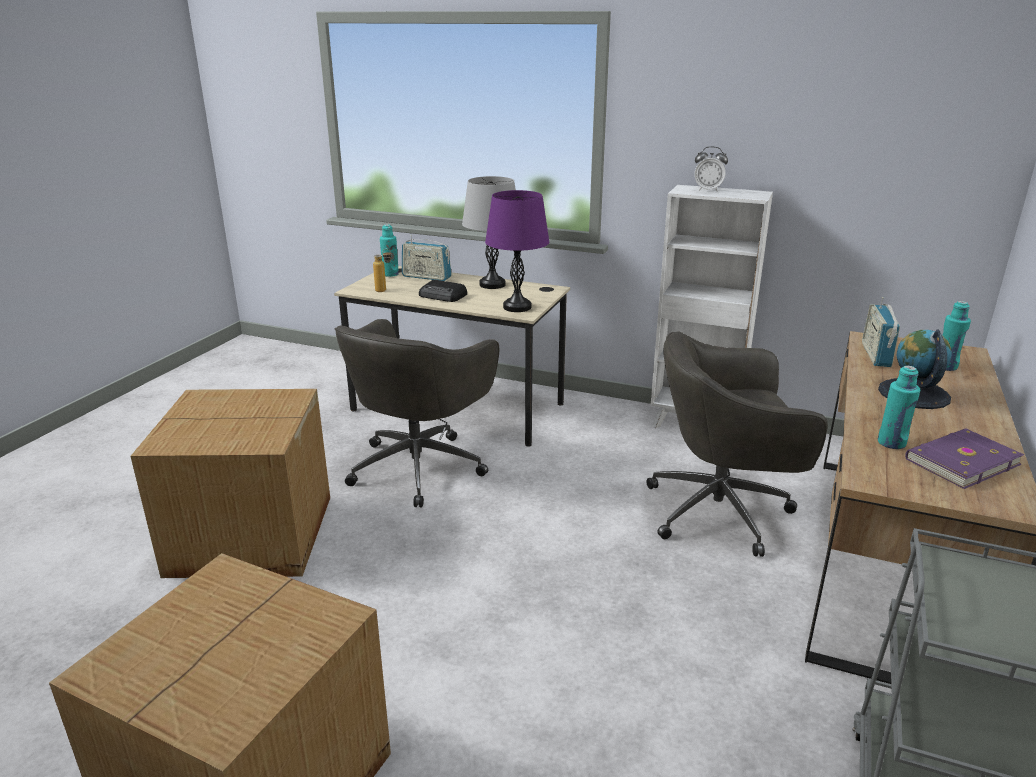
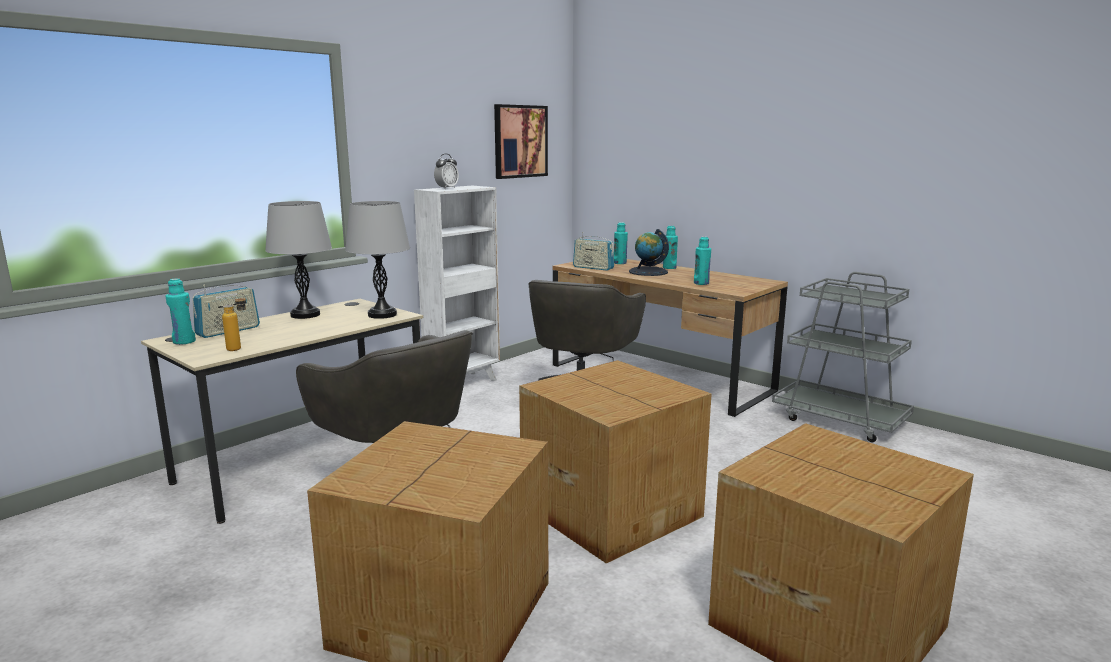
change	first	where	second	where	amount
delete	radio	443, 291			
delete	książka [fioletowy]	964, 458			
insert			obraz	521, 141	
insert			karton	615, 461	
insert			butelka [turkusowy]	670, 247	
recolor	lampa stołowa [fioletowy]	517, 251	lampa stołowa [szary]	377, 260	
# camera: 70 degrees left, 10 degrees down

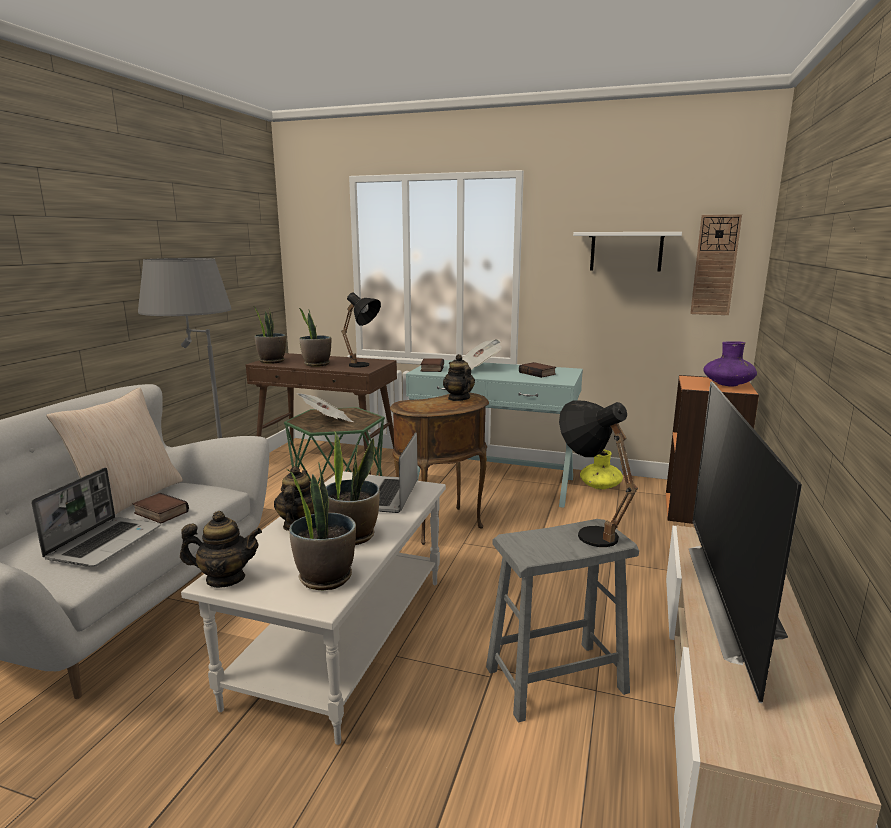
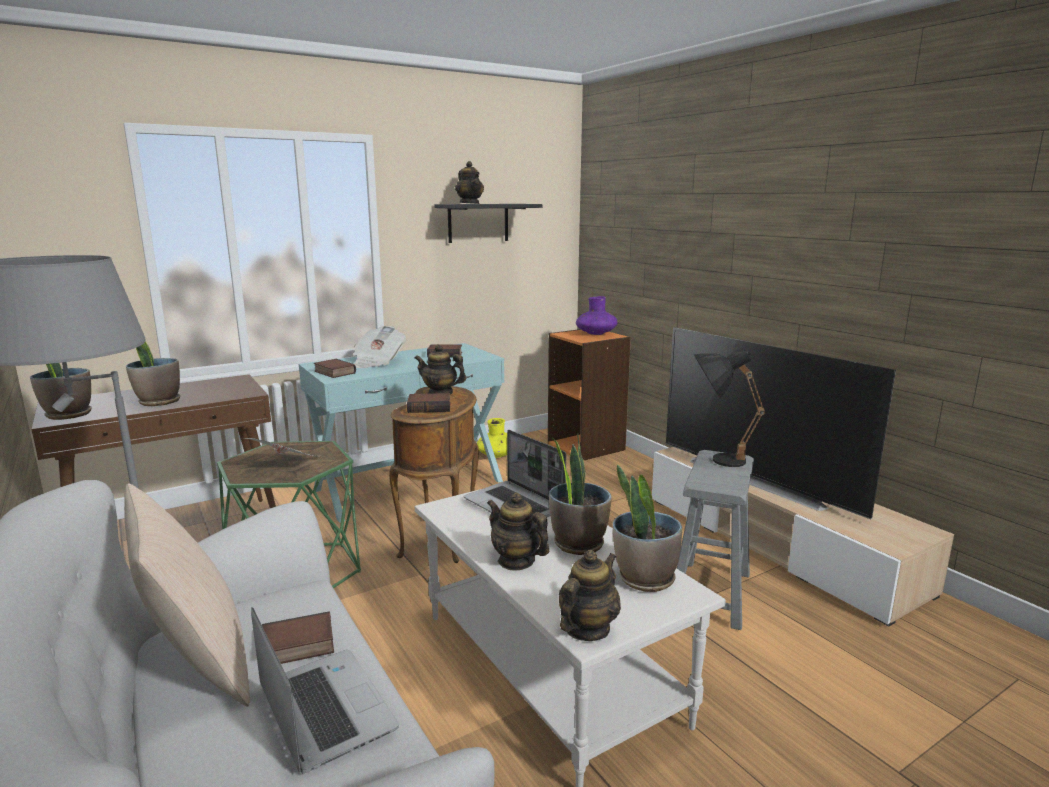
change	first	where	second	where	amount
delete	lampa stołowa [czarny]	361, 330			
delete	zegar ścienny	716, 264			
insert			książka	428, 403	
insert			imbryk	469, 182	
recolor	półka [biały]	627, 252	półka [czarny]	488, 223	
# camera: 50 degrees left, 0 degrees up

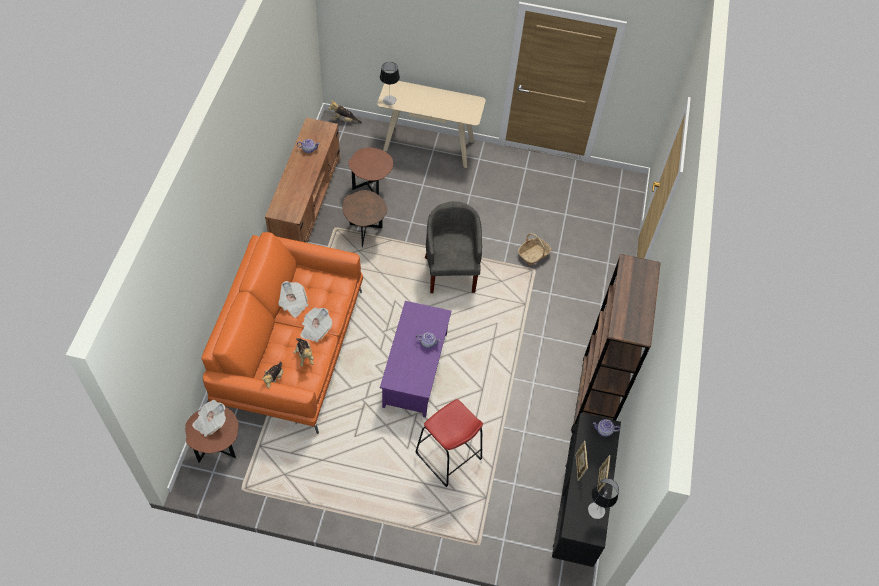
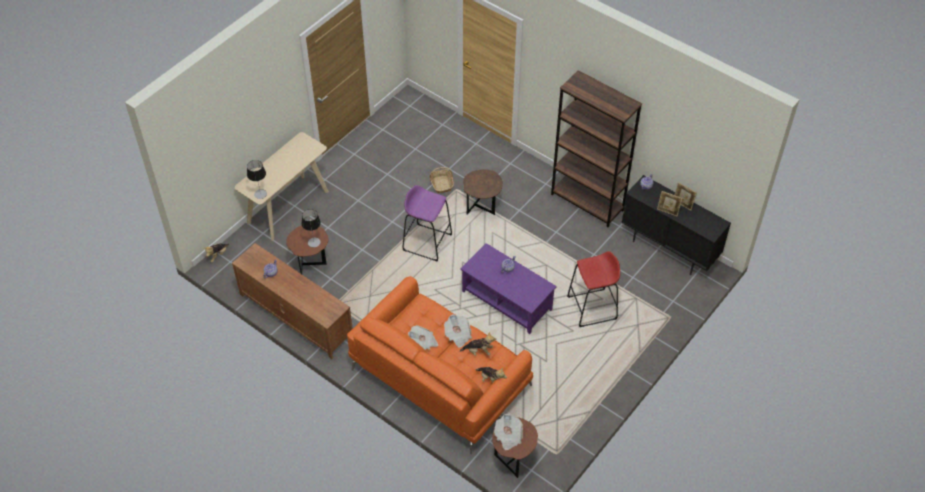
change	first	where	second	where	amount
move	stolik [brązowy]	365, 218		483, 192	
move	lampa stołowa	603, 498		311, 228	
replace	fotel [szary]	453, 247	stołek [fioletowy]	427, 223	
# camera: 60 degrees left, 5 degrees down

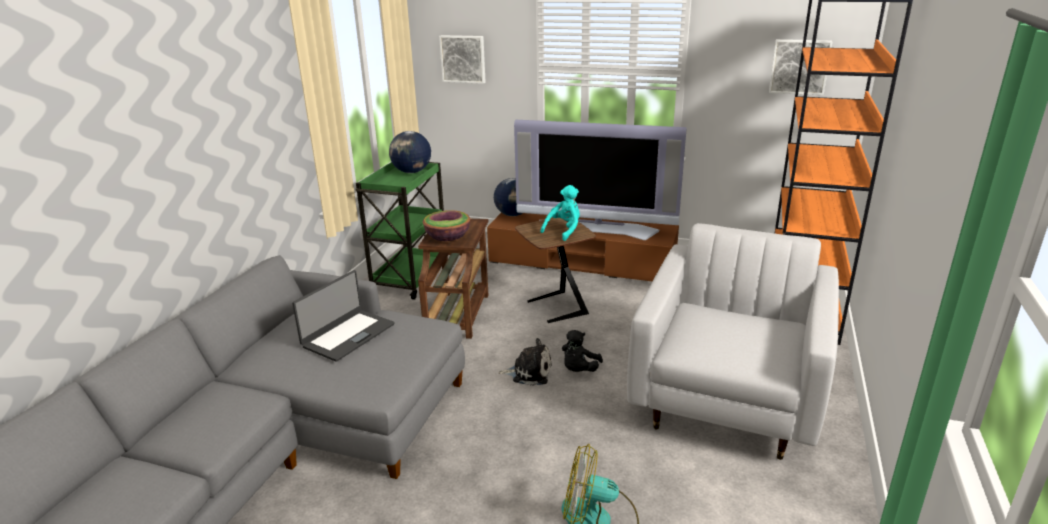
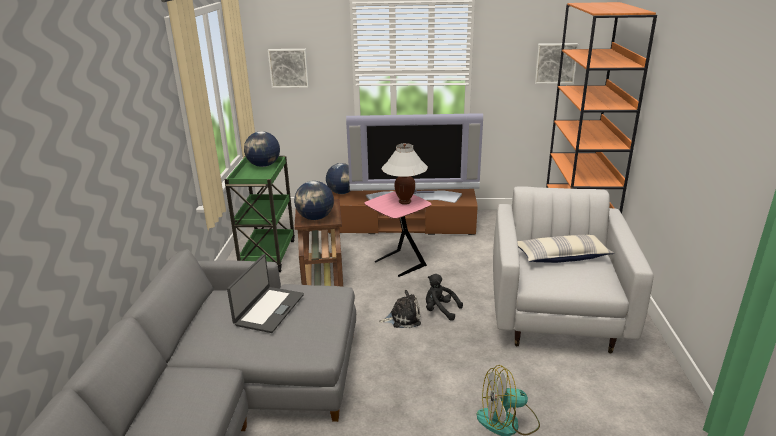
change	first	where	second	where	amount
insert			poduszka	565, 249	
replace	miska	446, 225	globus	314, 200	
replace	pluszak [turkusowy]	560, 213	lampa stołowa [biały]	405, 174	
recolor	stolik [brązowy]	555, 270	stolik [różowy]	398, 234	
rotate	pluszak [czarny]	582, 351		444, 297	105 degrees clockwise
# camera: 15 degrees left, 0 degrees up

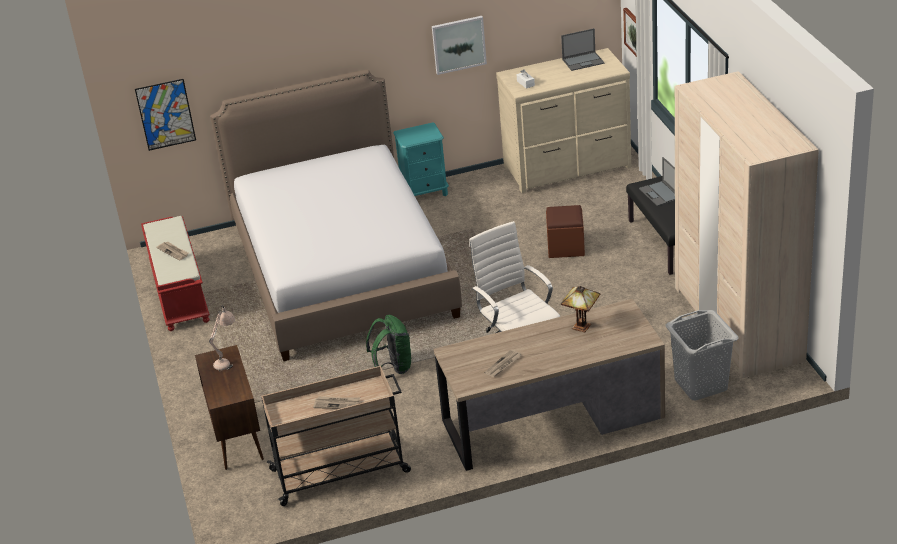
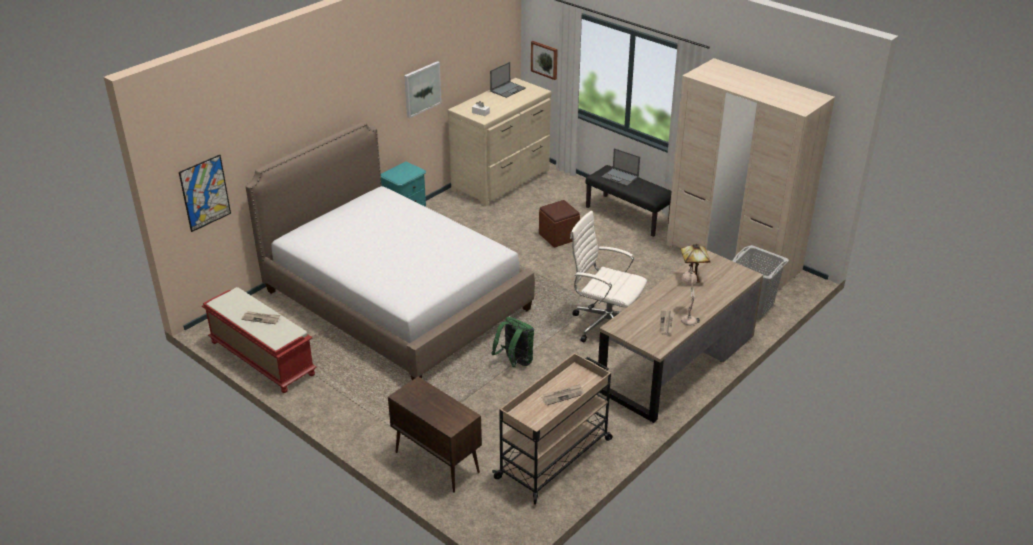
change	first	where	second	where	amount
move	lampa stołowa [beżowy]	222, 338		690, 296	
# camera: 35 degrees left, 0 degrees up

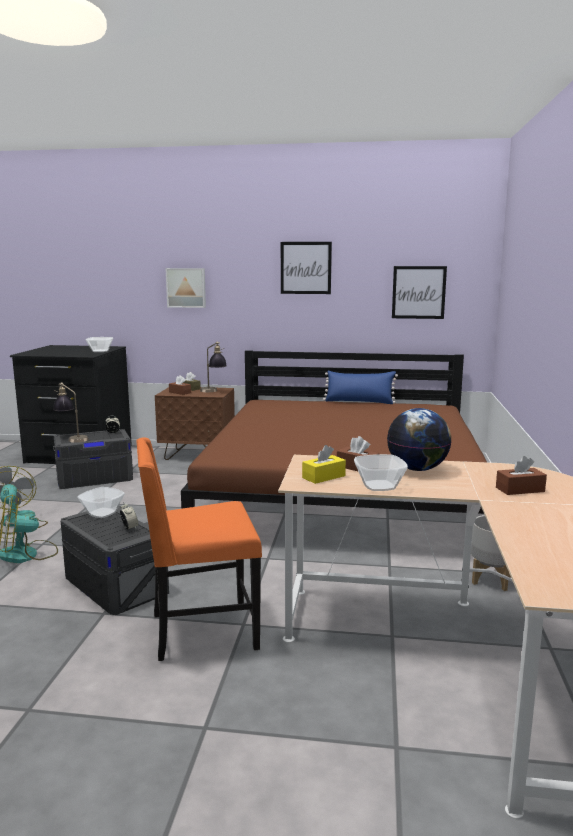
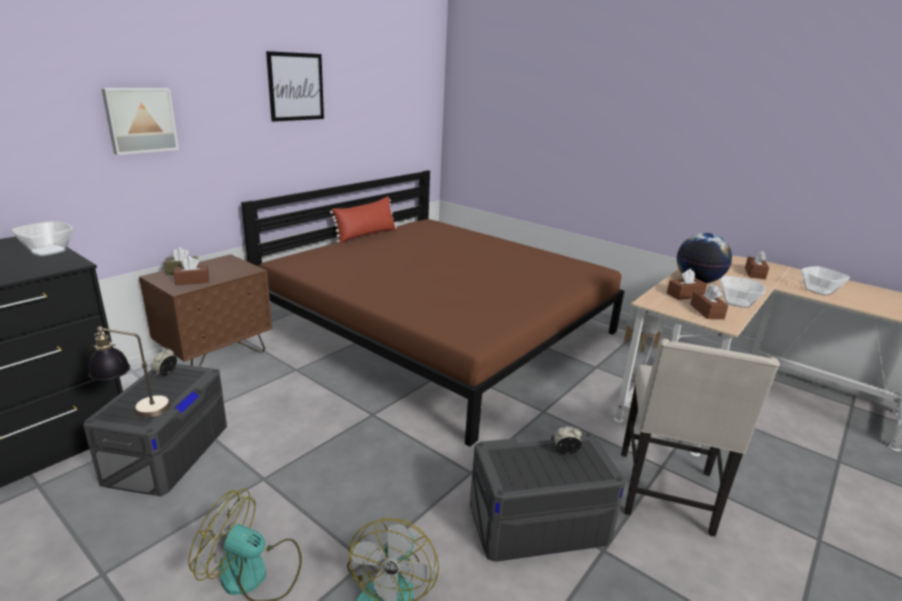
change	first	where	second	where	amount
delete	lampa stołowa	213, 367			
delete	obraz	419, 292			
move	miska	101, 502		825, 280	
recolor	krzesło [pomarańczowy]	199, 549	krzesło [beżowy]	700, 437	
recolor	pudełko chusteczek [żółty]	324, 464	pudełko chusteczek [brązowy]	709, 301	
recolor	poduszka [niebieski]	360, 387	poduszka [czerwony]	363, 219	
# camera: 60 degrees left, 10 degrees up

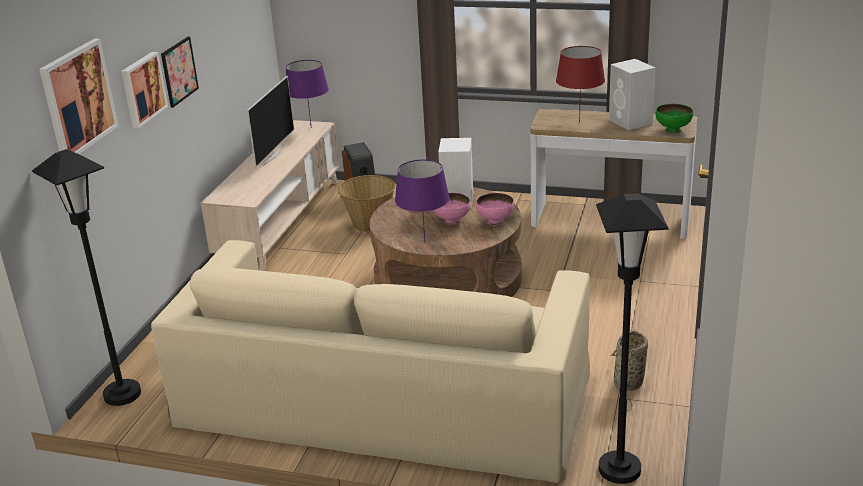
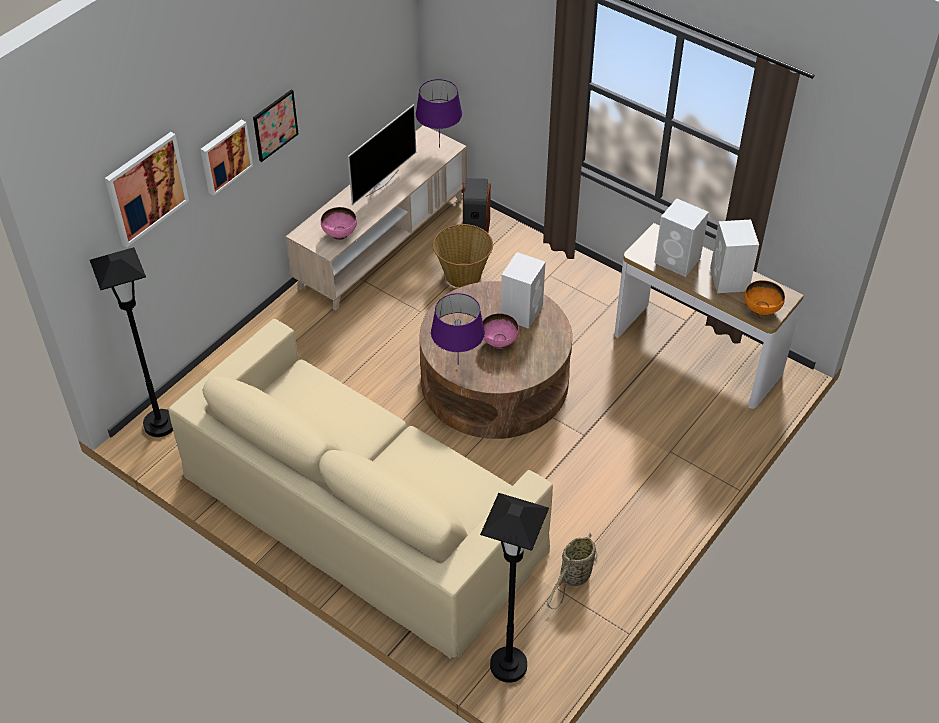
change	first	where	second	where	amount
move	miska [różowy]	495, 209		339, 223	
replace	lampa stołowa [czerwony]	580, 84	głośnik [biały]	682, 237	
recolor	miska [zielony]	674, 119	miska [pomarańczowy]	764, 298	
# camera: 20 degrees right, 20 degrees up

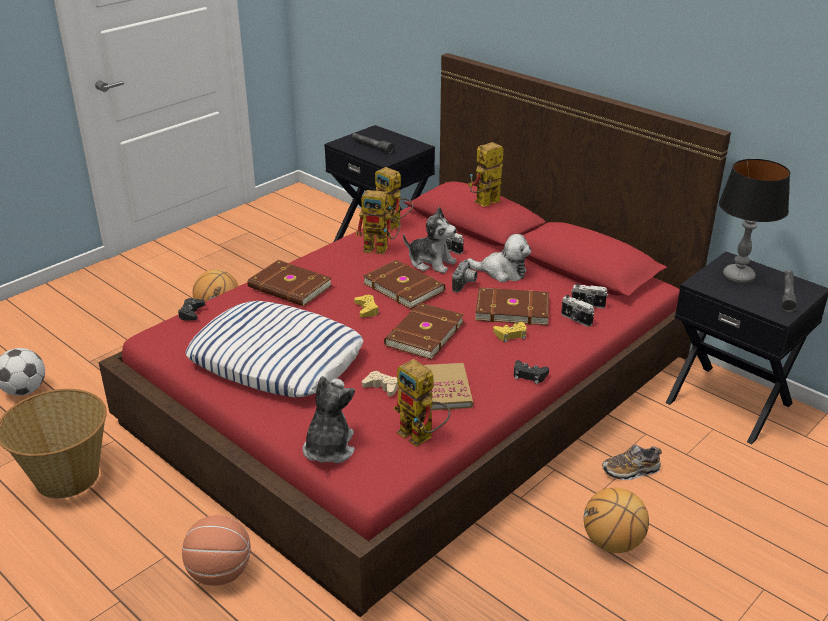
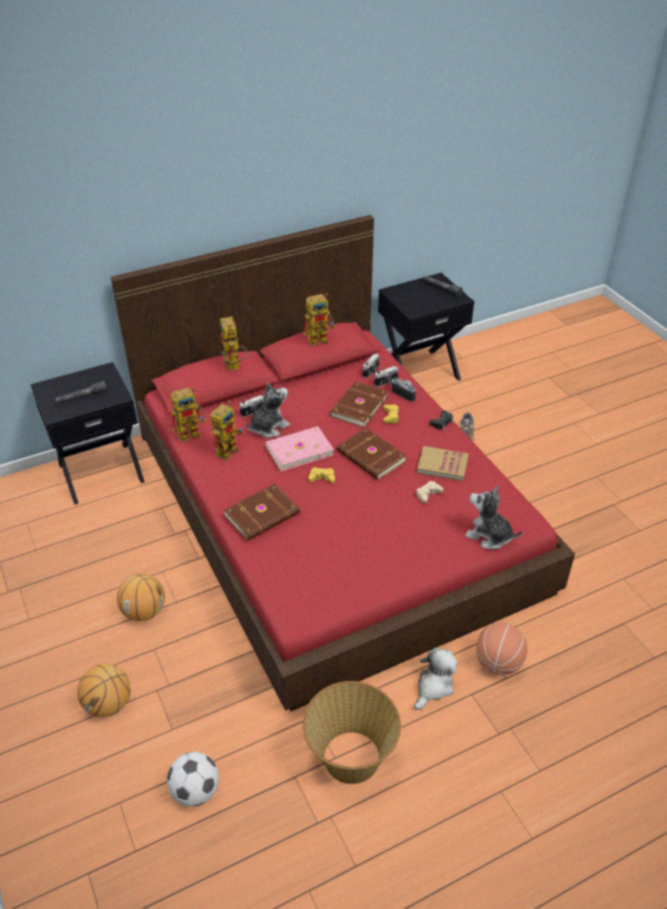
change	first	where	second	where	amount
delete	pad do gier [czarny]	191, 309			
delete	poduszka	274, 349			
delete	lampa stołowa	754, 221			
move	robot zabawkowy	422, 403		319, 319	
move	aparat fotograficzny	464, 275		404, 390	
move	pluszak	499, 258		436, 678	
move	piłka do koszykówki	616, 520		104, 690	
recolor	książka [brązowy]	404, 284	książka [różowy]	299, 448	
# camera: 70 degrees left, 10 degrees up

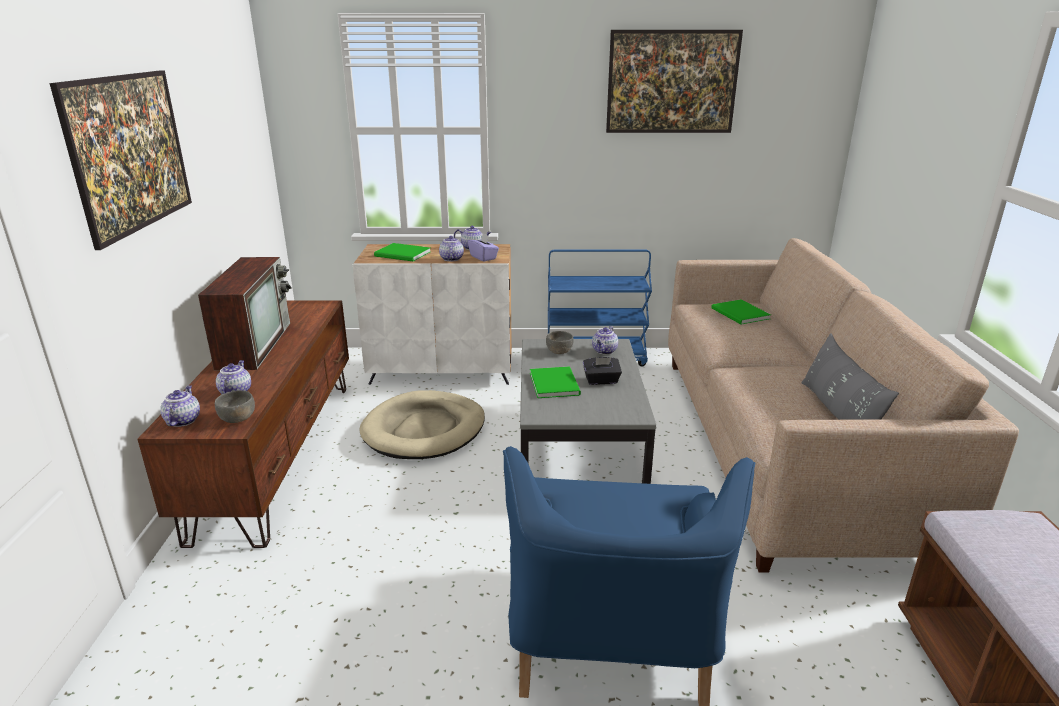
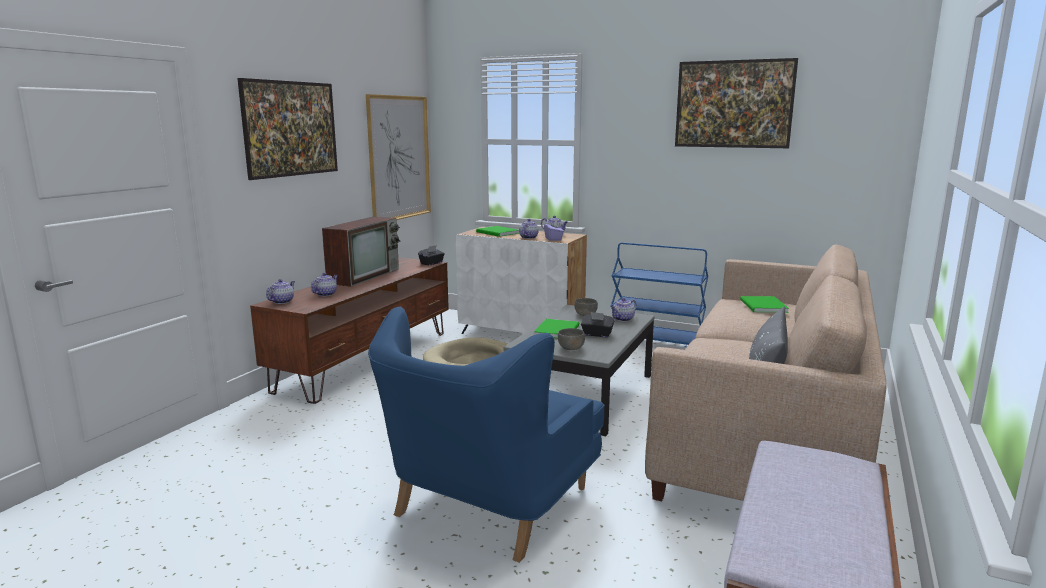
change	first	where	second	where	amount
insert			obraz	398, 157	
insert			pudełko chusteczek [czarny]	431, 255	
move	miska [szary]	235, 406		571, 339	
# camera: 25 degrees right, 10 degrees down

